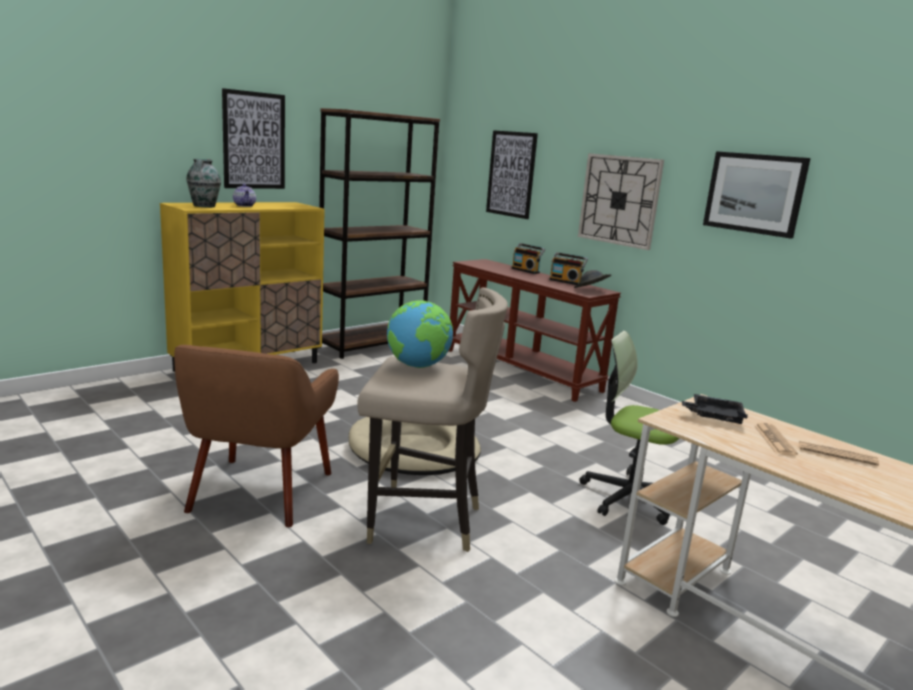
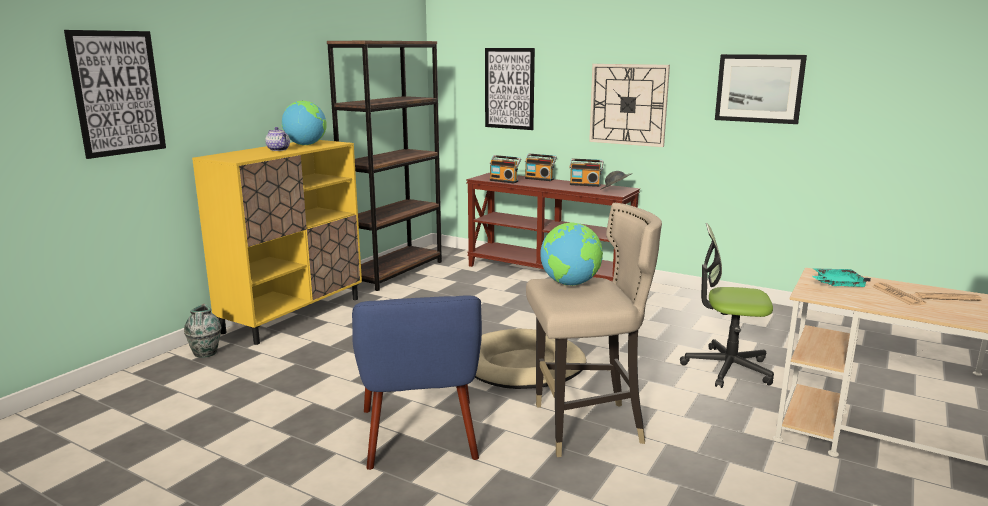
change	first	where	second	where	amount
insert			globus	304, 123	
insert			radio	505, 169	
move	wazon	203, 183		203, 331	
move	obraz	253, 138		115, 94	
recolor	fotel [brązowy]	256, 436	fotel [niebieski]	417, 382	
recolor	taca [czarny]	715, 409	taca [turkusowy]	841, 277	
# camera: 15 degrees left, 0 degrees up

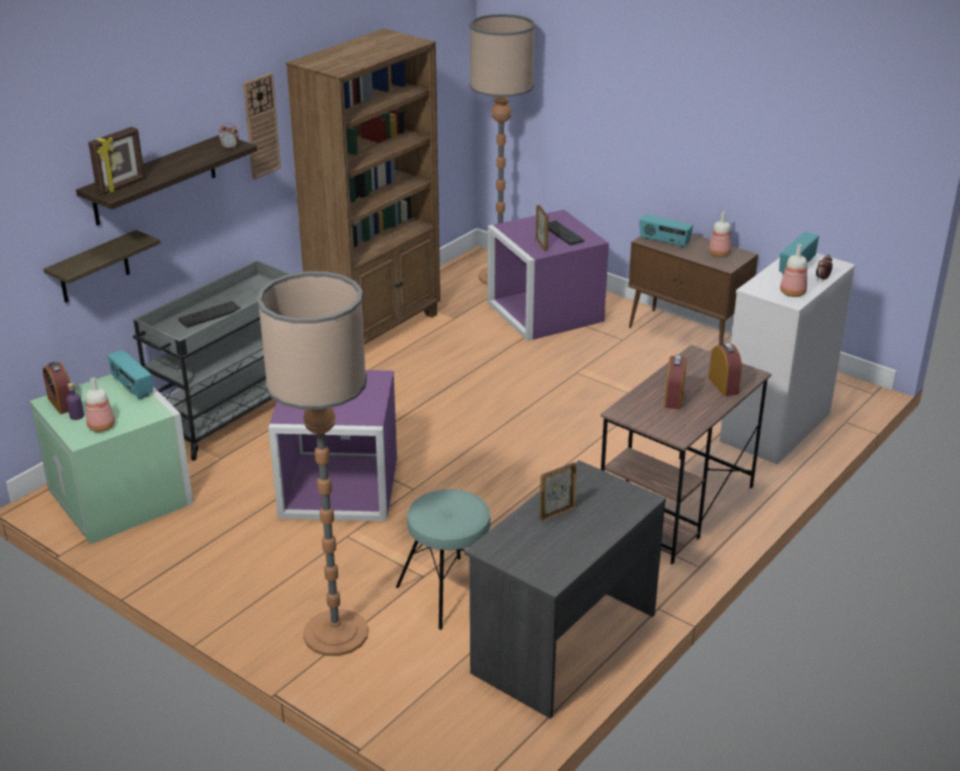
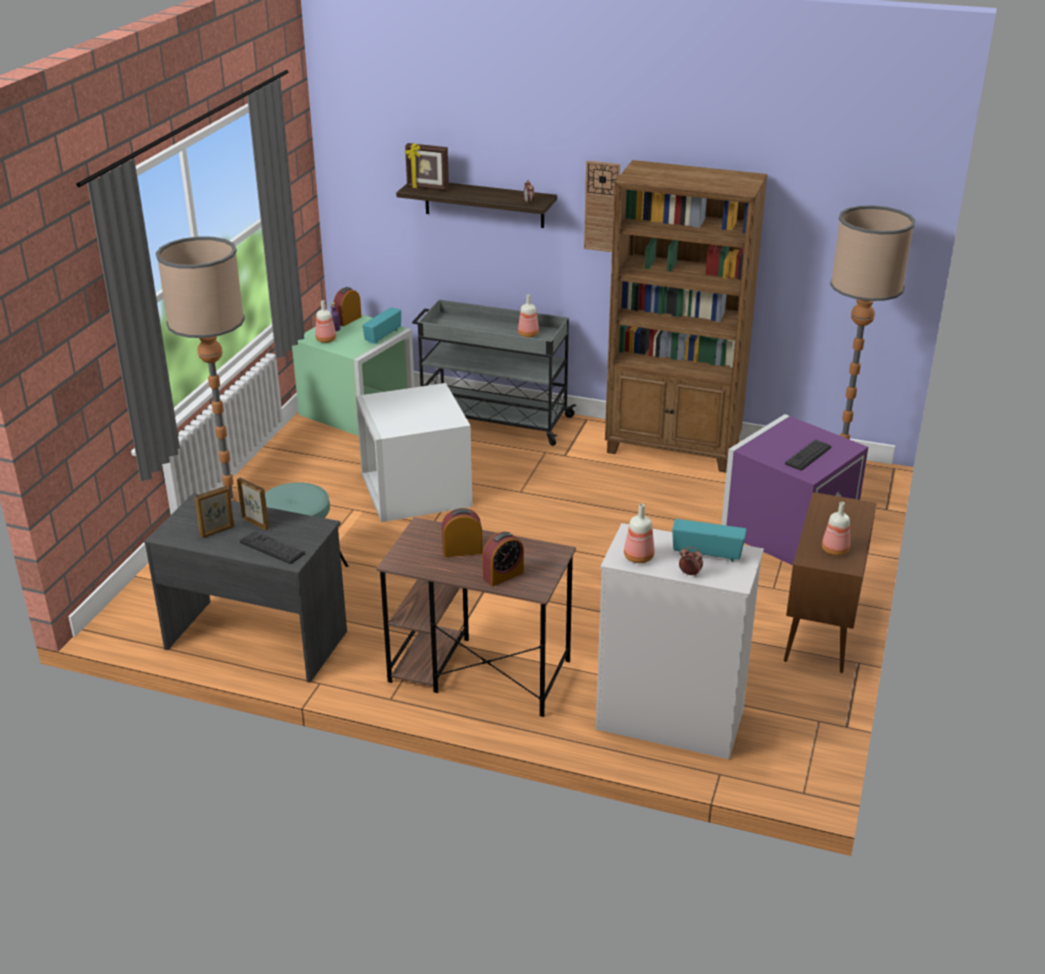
change	first	where	second	where	amount
delete	półka	102, 266			
delete	radio	666, 231			
insert			butelka	528, 315	
move	klawiatura	209, 314		272, 547	
move	ramka na zdjęcie	542, 228		214, 511	
recolor	pojemnik do przechowywania [fioletowy]	332, 445	pojemnik do przechowywania [biały]	414, 452	
# camera: 70 degrees right, 0 degrees up

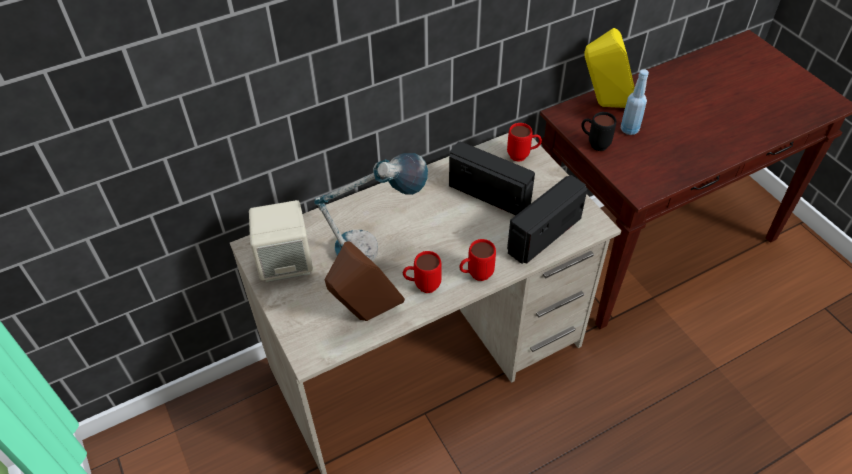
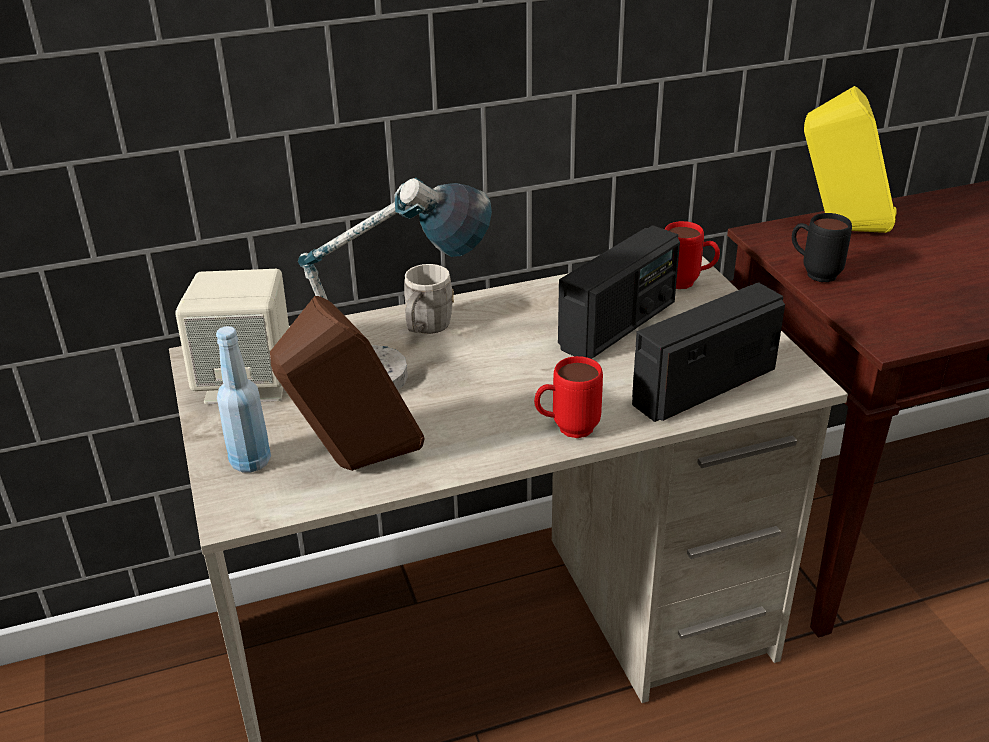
change	first	where	second	where	amount
delete	kubek [czerwony]	422, 272			
insert			kubek [szary]	429, 299	
move	butelka [niebieski]	635, 102		243, 399	
rotate	radio	492, 178		619, 292	90 degrees clockwise
# camera: 10 degrees right, 15 degrees down

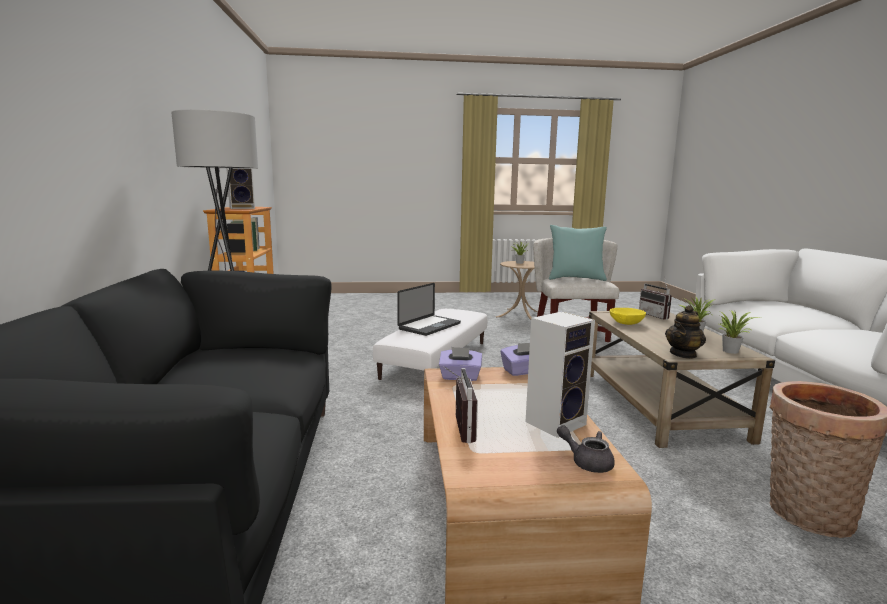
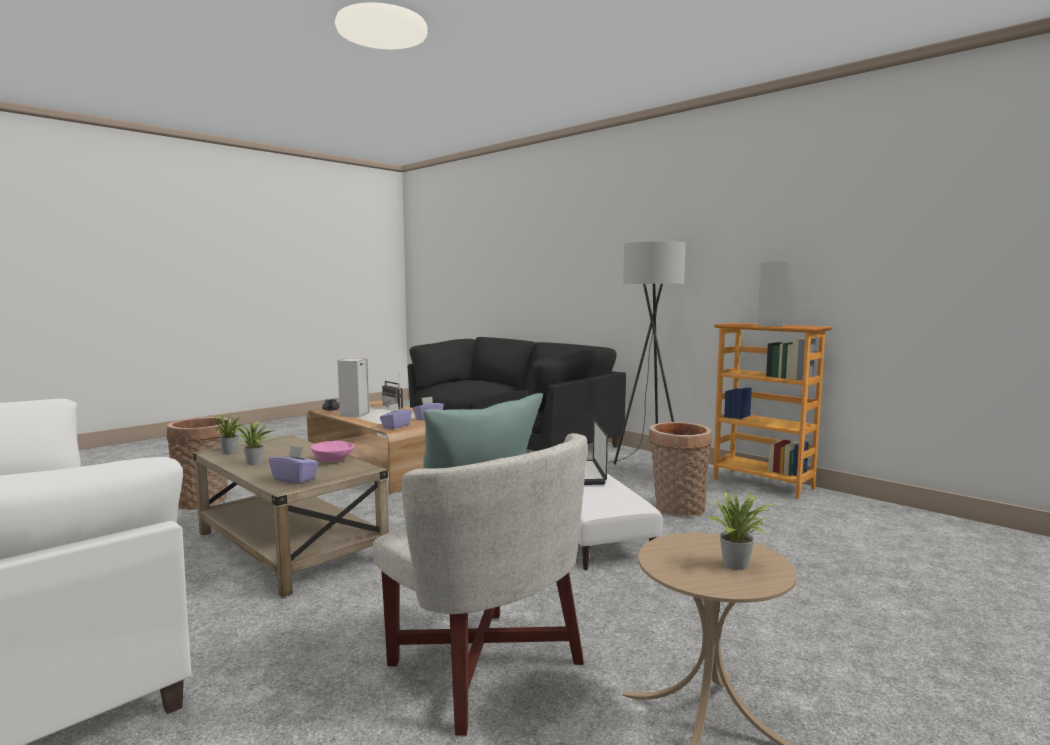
change	first	where	second	where	amount
delete	imbryk	685, 332			
insert			koszyk	680, 469	
replace	radio	655, 298	pudełko chusteczek [fioletowy]	294, 464	
recolor	miska [żółty]	628, 316	miska [różowy]	332, 451	
# camera: 140 degrees right, 5 degrees down

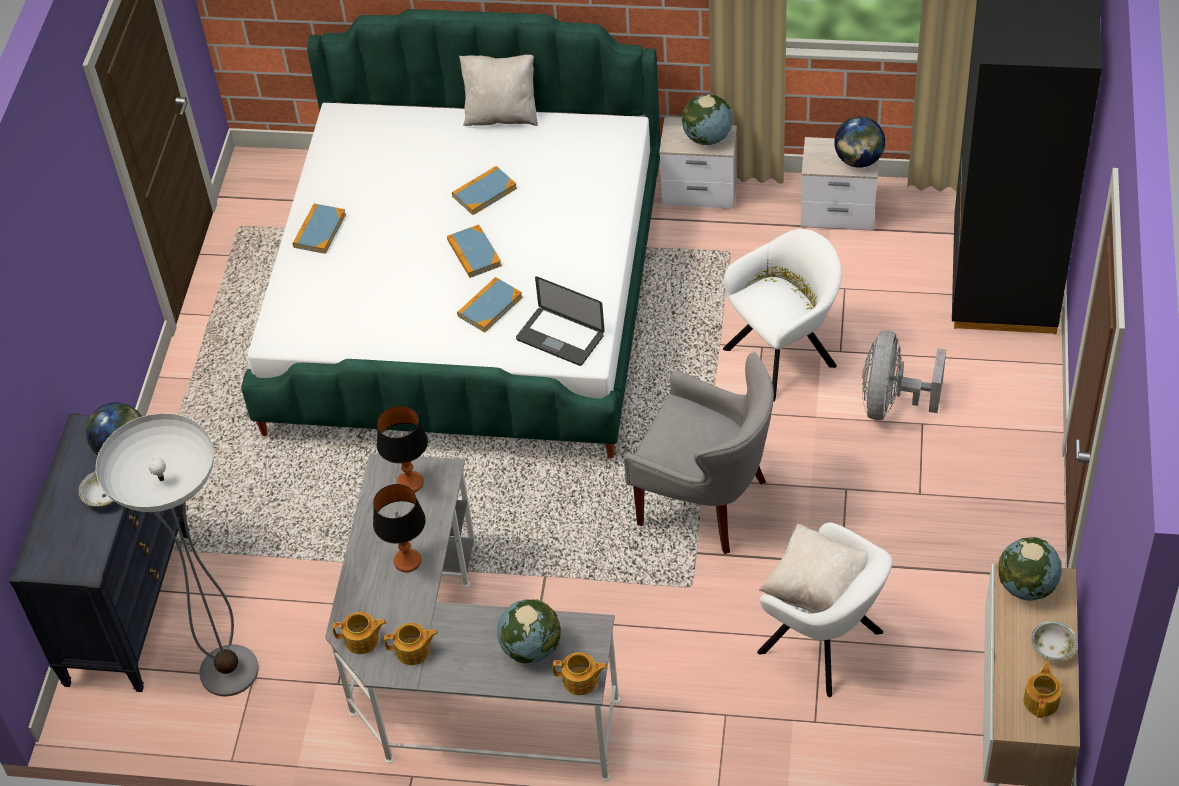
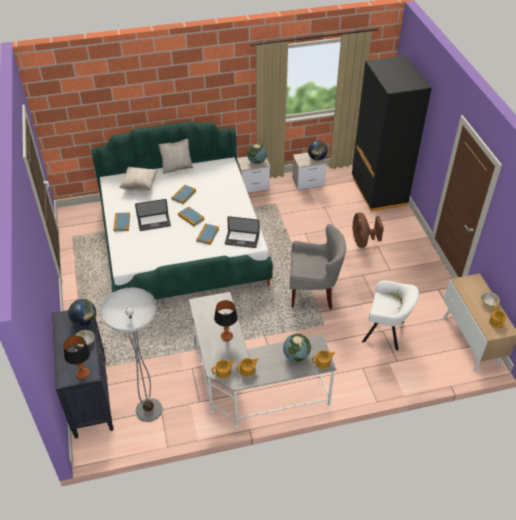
change	first	where	second	where	amount
delete	fotel [biały]	782, 315			
delete	globus	1030, 568			
insert			laptop	153, 215	
move	lampa stołowa	402, 449		77, 357	
move	poduszka [beżowy]	813, 568		138, 179	
recolor	wentylator [szary]	904, 375	wentylator [brązowy]	368, 230	
# camera: 25 degrees left, 5 degrees down

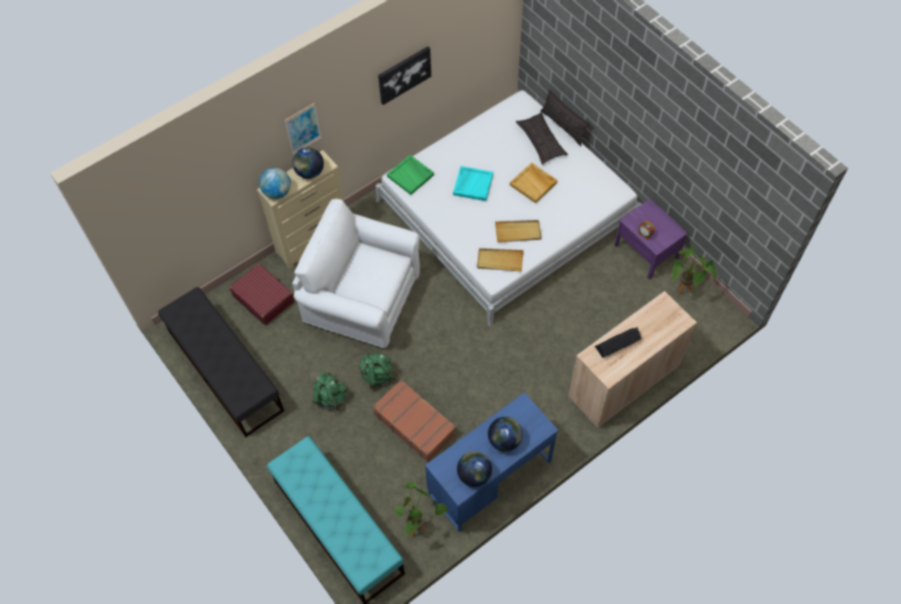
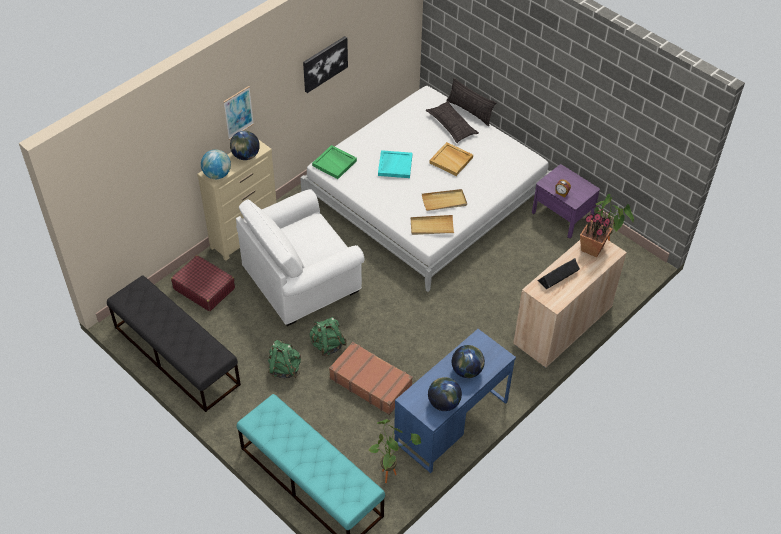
change	first	where	second	where	amount
insert			roślina doniczkowa	597, 231	
rotate	fotel [biały]	356, 273		300, 257	45 degrees counterclockwise
# camera: 10 degrees left, 10 degrees down

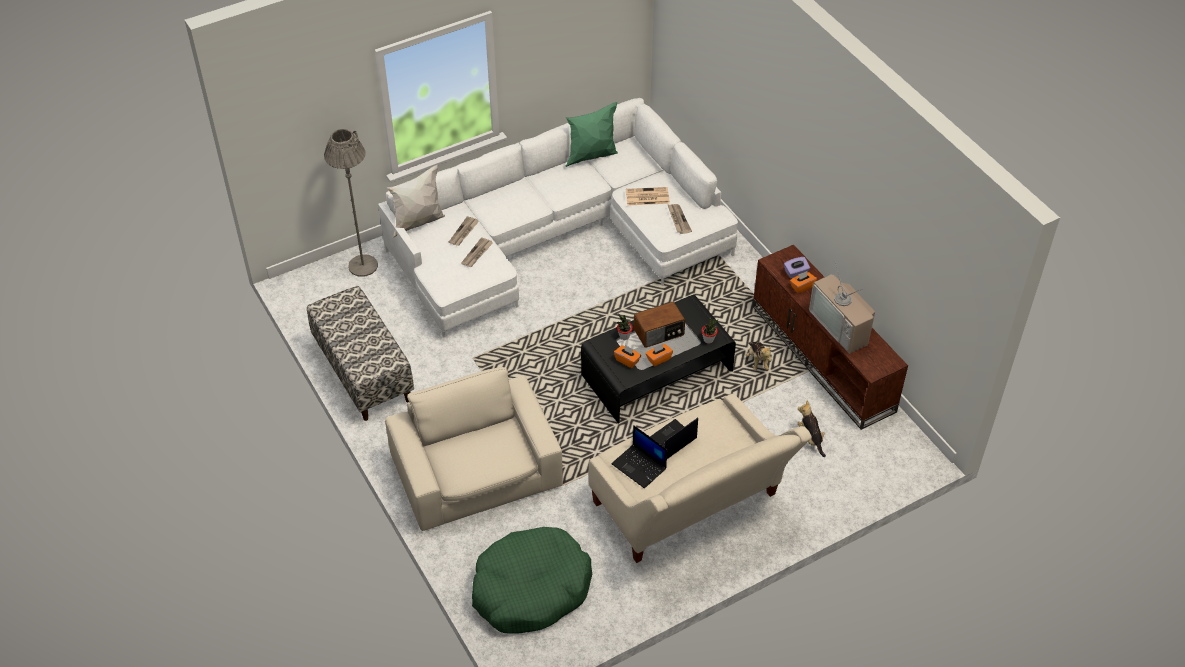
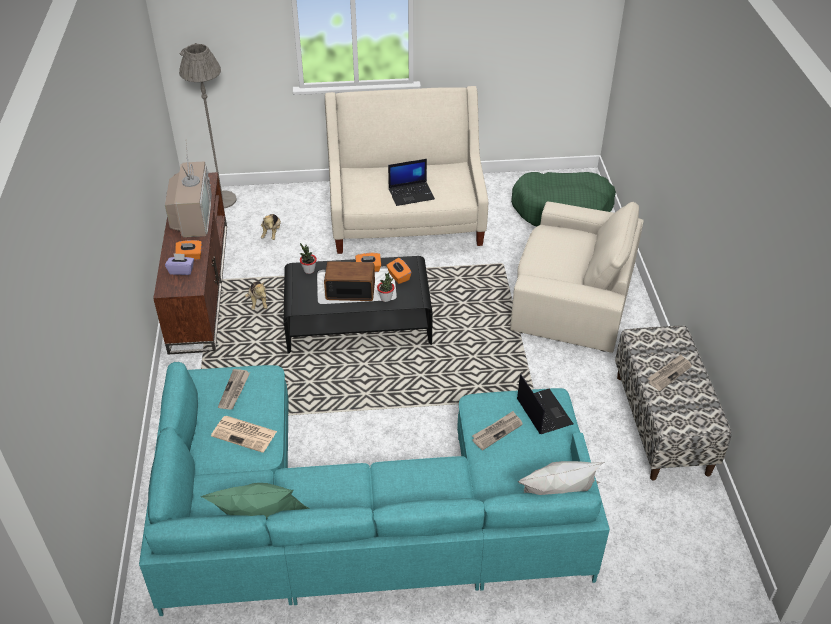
change	first	where	second	where	amount
move	lampa stojąca [szary]	351, 203		208, 126	
move	gazeta	464, 231		669, 372	
move	laptop	639, 457		545, 404	
recolor	kanapa [biały]	558, 218	kanapa [turkusowy]	374, 489	
rotate	fotel [beżowy]	474, 449		577, 277	75 degrees counterclockwise
rotate	pluszak	759, 356		256, 295	150 degrees clockwise
# camera: 155 degrees left, 5 degrees down

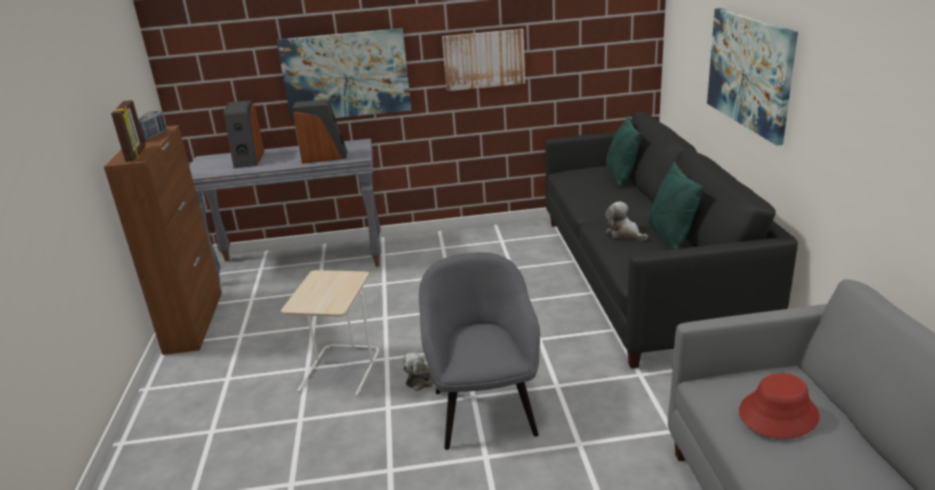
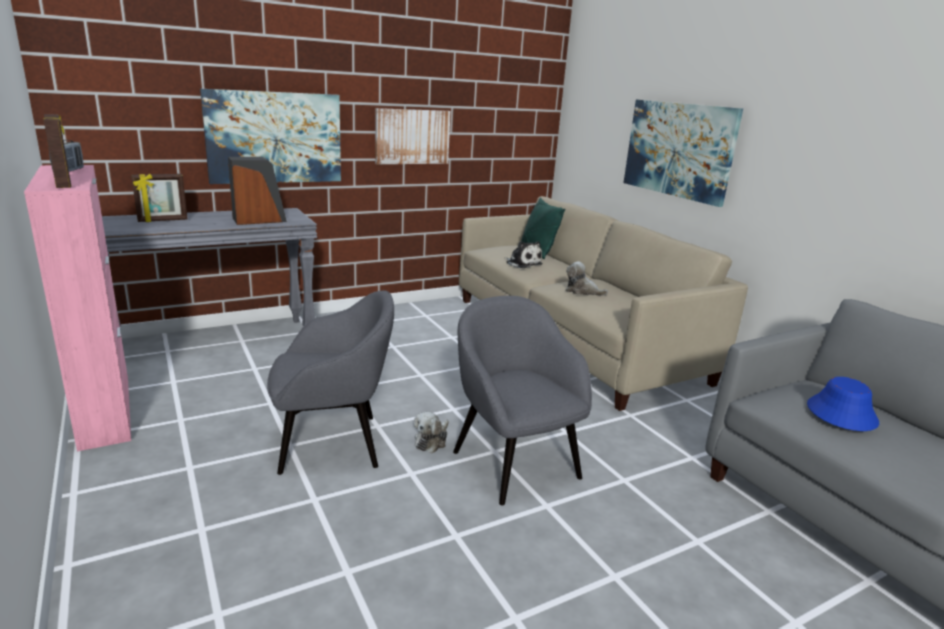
change	first	where	second	where	amount
delete	poduszka [zielony]	676, 206			
insert			pluszak	523, 254	
replace	głośnik	244, 134	ramka na zdjęcie	159, 198	
replace	stolik [beżowy]	330, 333	fotel [szary]	330, 382	
recolor	szafka [brązowy]	163, 240	szafka [różowy]	77, 308	
recolor	kanapa [czarny]	671, 240	kanapa [beżowy]	603, 303	
recolor	kapelusz [czerwony]	779, 406	kapelusz [niebieski]	843, 404	
# camera: 25 degrees left, 5 degrees down

